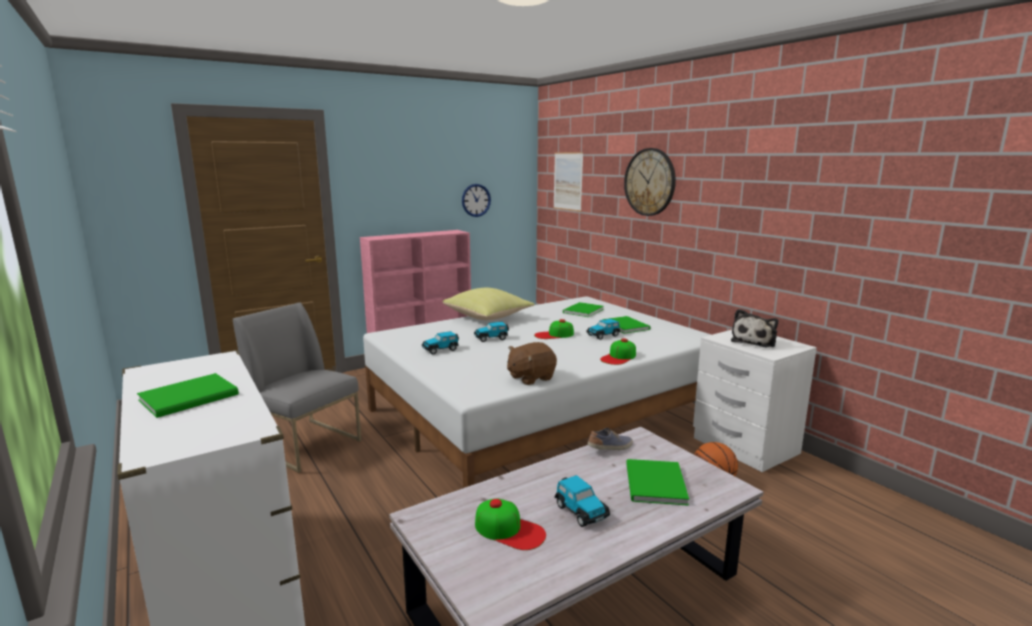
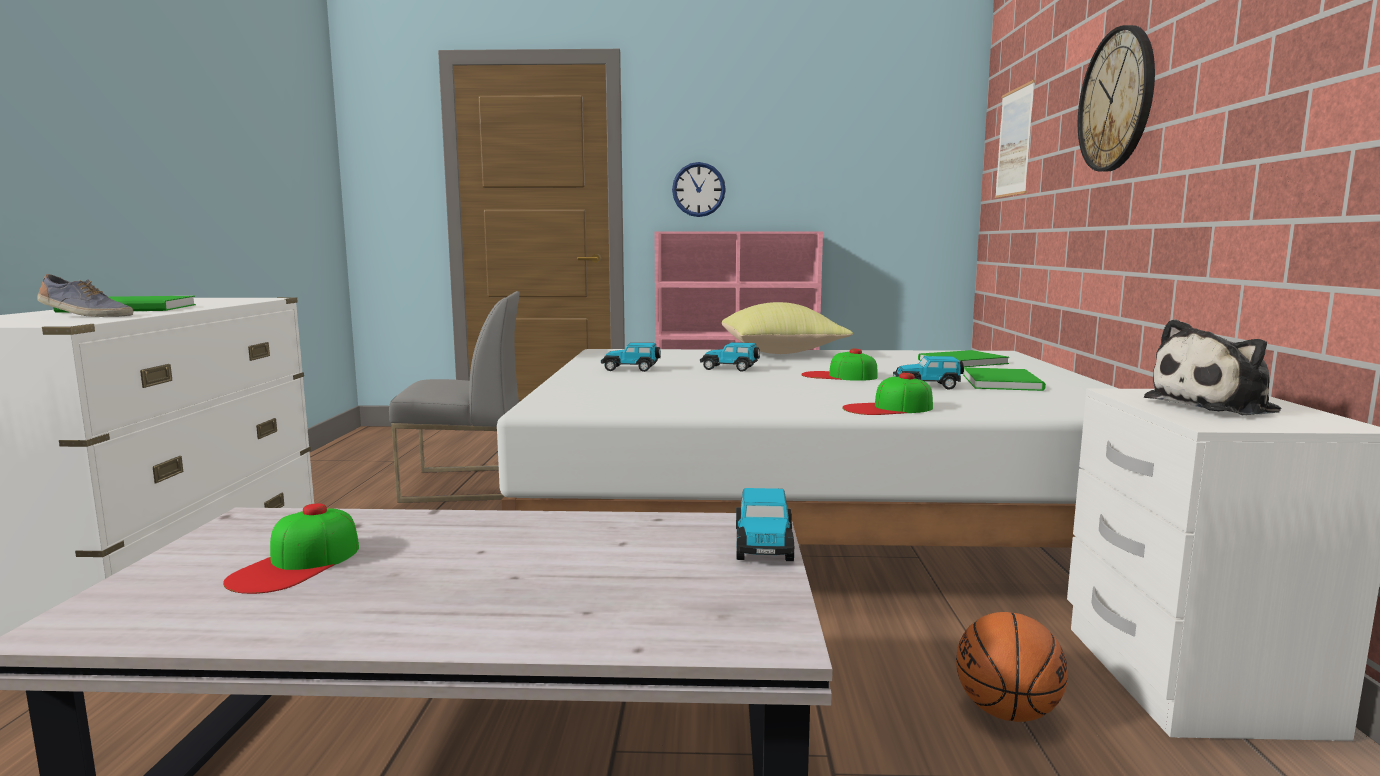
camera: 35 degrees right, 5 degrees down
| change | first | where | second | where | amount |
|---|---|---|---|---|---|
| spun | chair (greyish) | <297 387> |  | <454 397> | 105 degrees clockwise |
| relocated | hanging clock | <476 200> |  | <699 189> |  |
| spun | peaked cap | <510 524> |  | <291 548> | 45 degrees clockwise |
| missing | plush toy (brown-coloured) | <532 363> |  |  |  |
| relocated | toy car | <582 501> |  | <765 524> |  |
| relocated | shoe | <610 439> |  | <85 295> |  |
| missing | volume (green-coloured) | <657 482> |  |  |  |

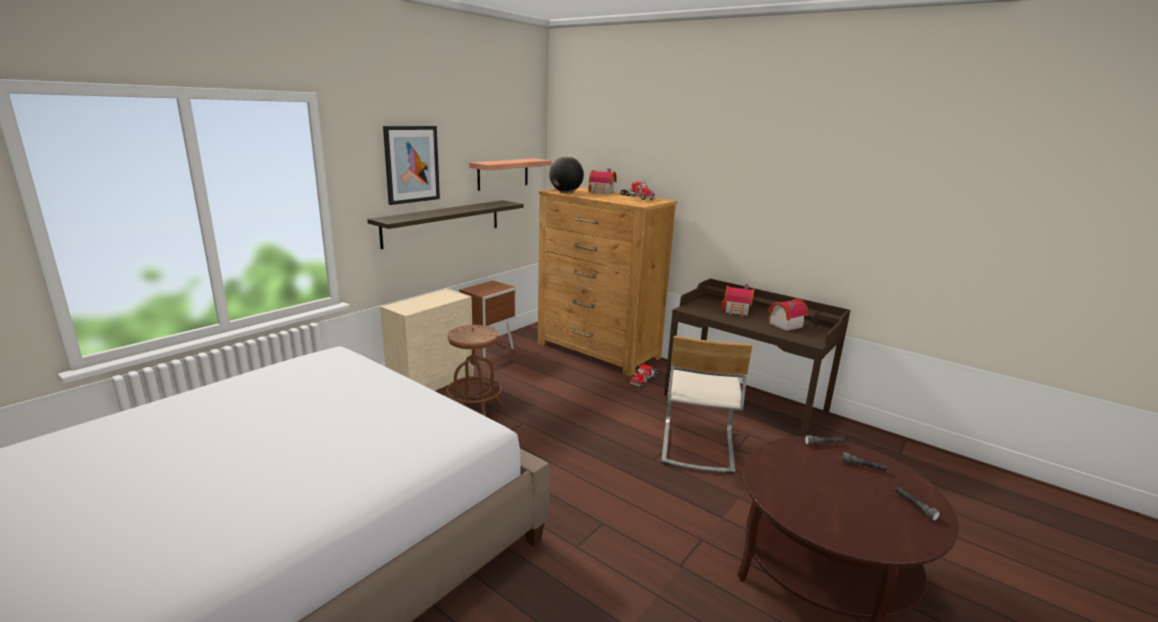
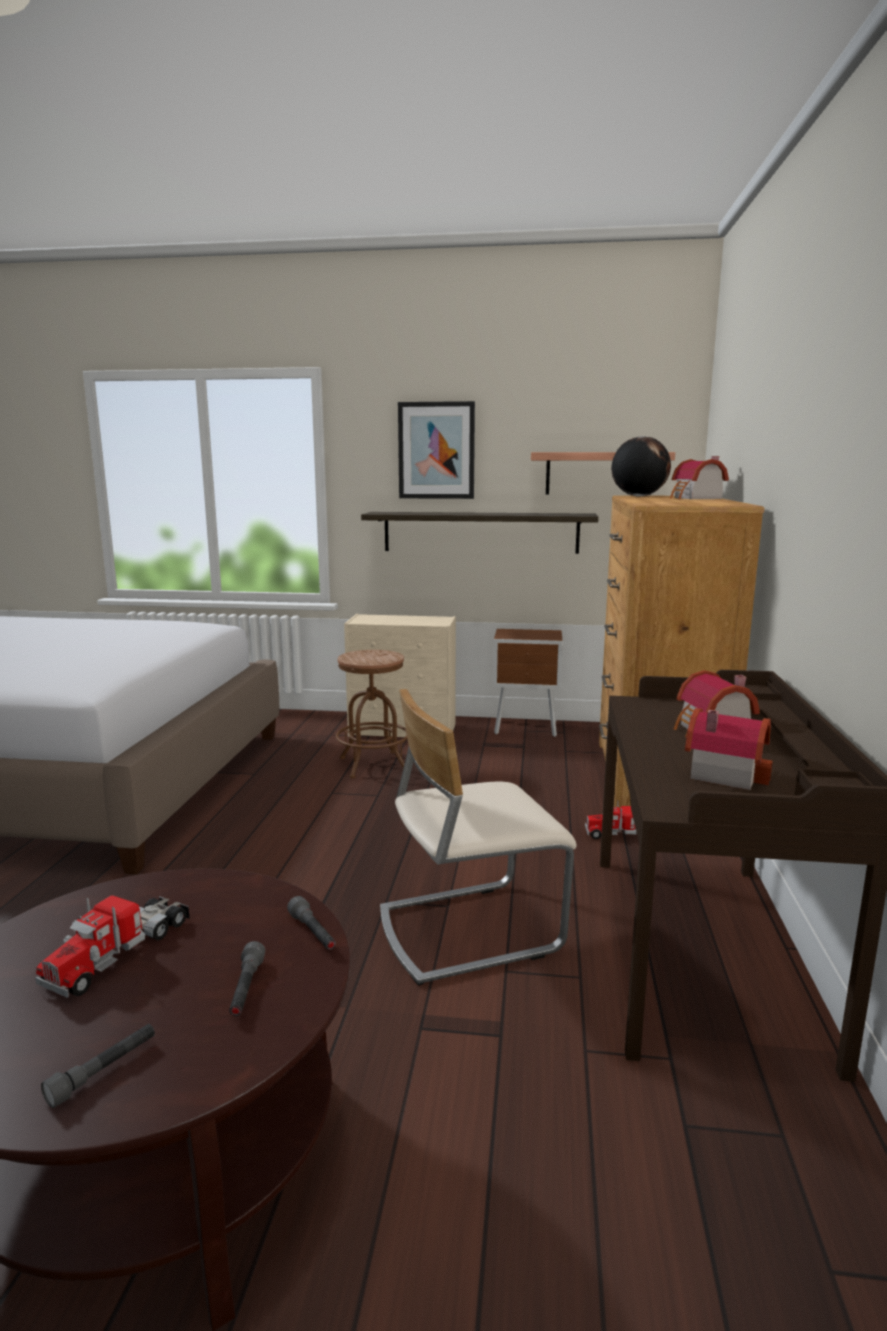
camera: 60 degrees right, 5 degrees down
| change | first | where | second | where | amount |
|---|---|---|---|---|---|
| relocated | toy truck | <638 190> |  | <112 947> |  |

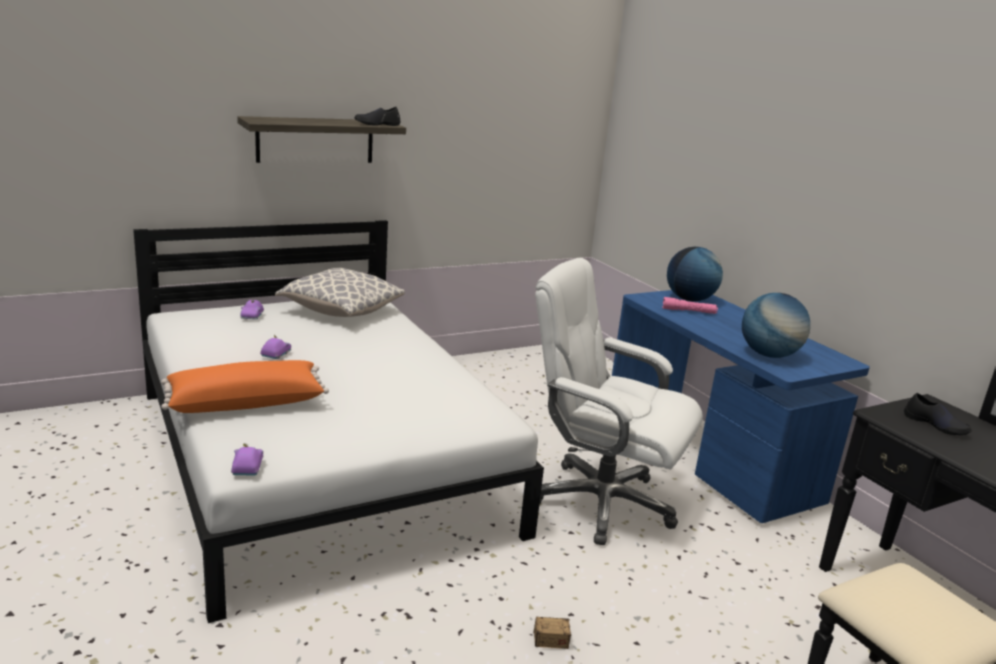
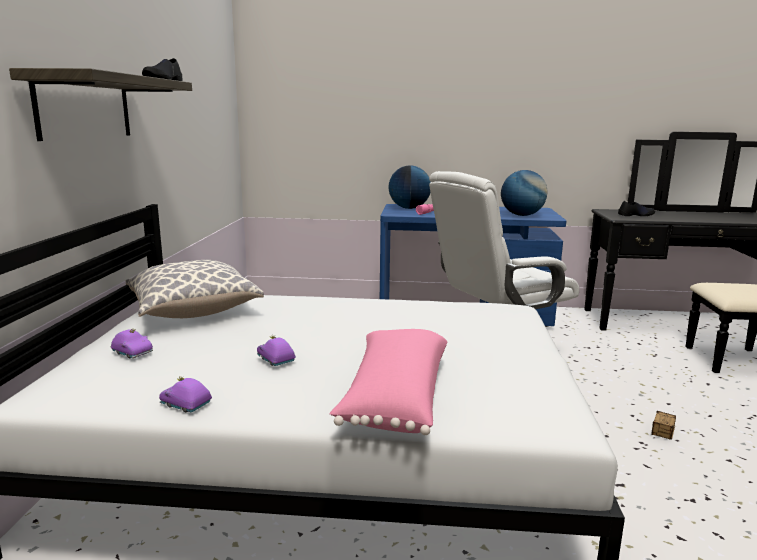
camera: 55 degrees left, 5 degrees down
| change | first | where | second | where | amount |
|---|---|---|---|---|---|
| colour | cushion (orange) | <245 386> | cushion (pink) | <388 382> |  |
| relocated | toy car (purplish) | <247 459> |  | <185 394> |  |

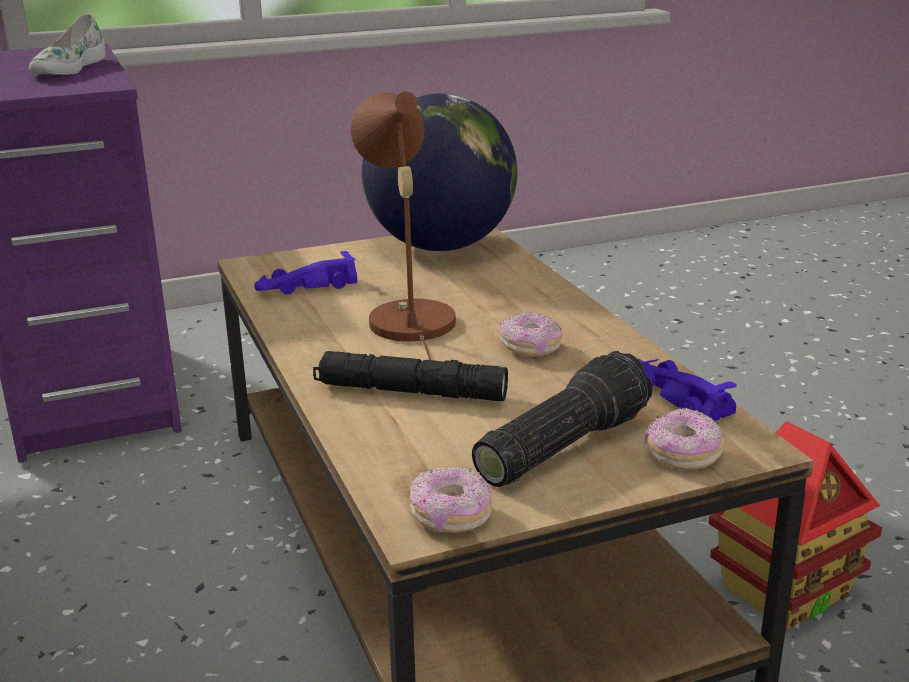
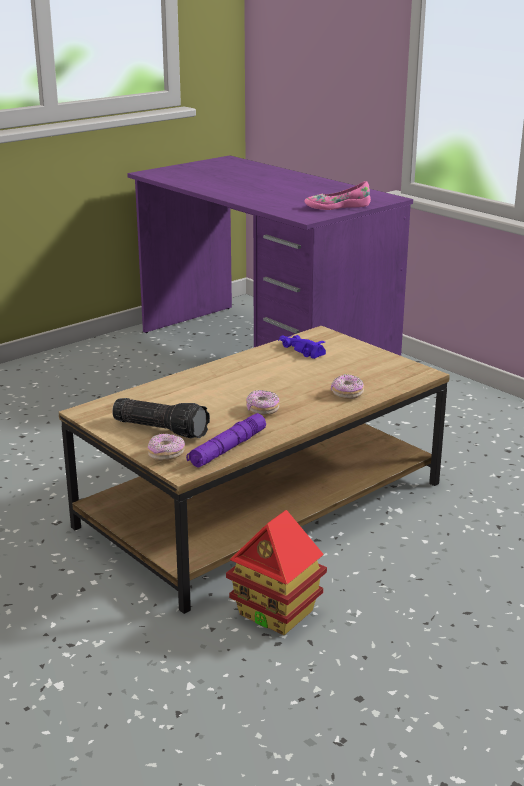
camera: 70 degrees right, 0 degrees up
| change | first | where | second | where | amount |
|---|---|---|---|---|---|
| colour | shoe (white) | <67 44> | shoe (pink) | <337 195> |  |
| missing | hand torch (black) | <410 376> |  |  |  |
| missing | table lamp (brown-coloured) | <403 225> |  |  |  |
| missing | world globe | <439 172> |  |  |  |
| relocated | ring doughnut | <451 500> |  | <347 386> |  |
| exchanged | toy car (purplish) | <687 389> | hand torch (purplish) | <226 440> |  |

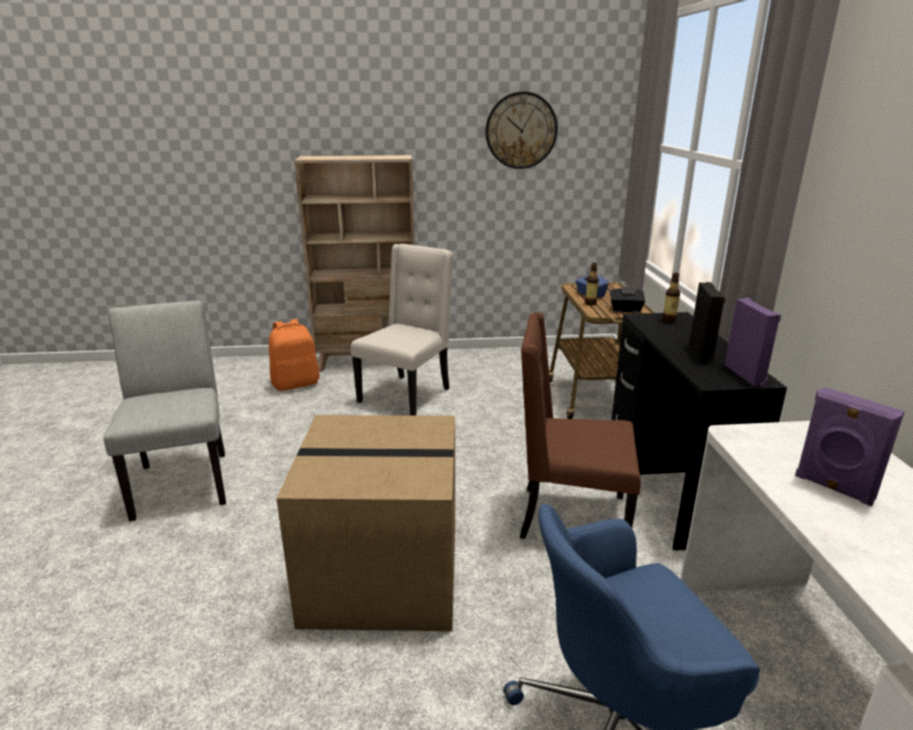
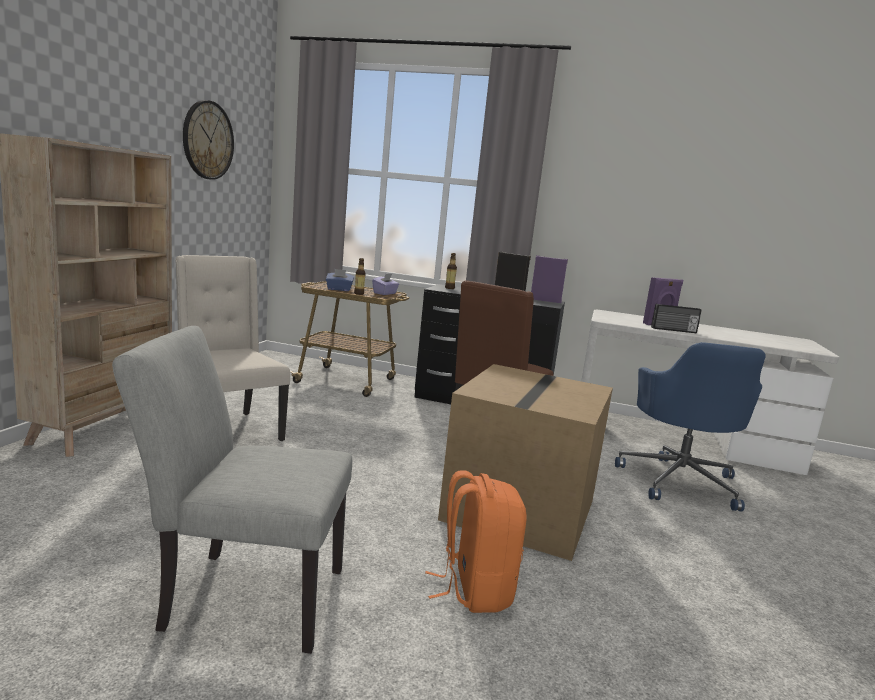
camera: 70 degrees left, 10 degrees down
| change | first | where | second | where | amount |
|---|---|---|---|---|---|
| relocated | rucksack (orange) | <294 355> |  | <476 541> |  |
| colour | box of tissues (black) | <627 299> | box of tissues (purplish) | <385 284> |  |
| appeared |  |  | radio | <676 318> |  |

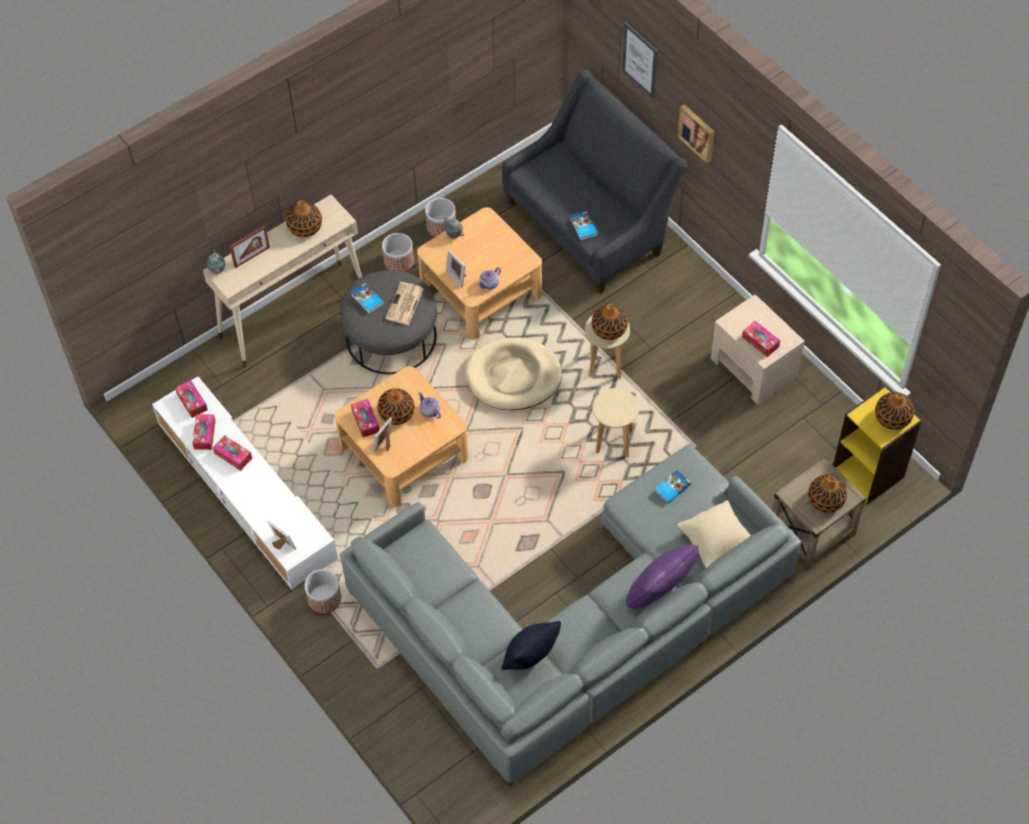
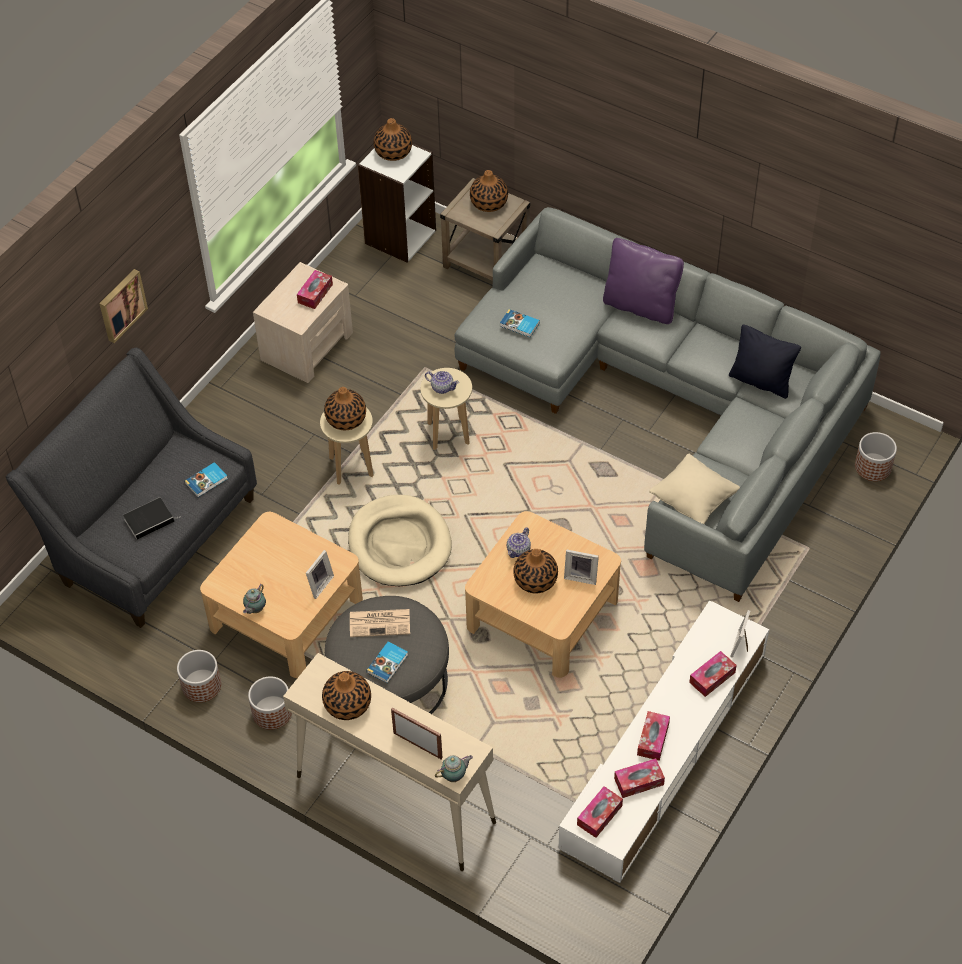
camera: 110 degrees left, 5 degrees down
| change | first | where | second | where | amount |
|---|---|---|---|---|---|
| relocated | flower pot | <323 591> |  | <876 456> |  |
| relocated | box of tissues | <365 418> |  | <713 674> |  |
| relocated | pot for tea | <489 278> |  | <442 382> |  |
| missing | wall art | <639 60> |  |  |  |
| relocated | cushion (beige-coloured) | <714 534> |  | <694 489> |  |
| colour | shelving unit (yellowish) | <877 445> | shelving unit (white) | <397 203> |  |
| appeared |  |  | volume | <151 519> |  |

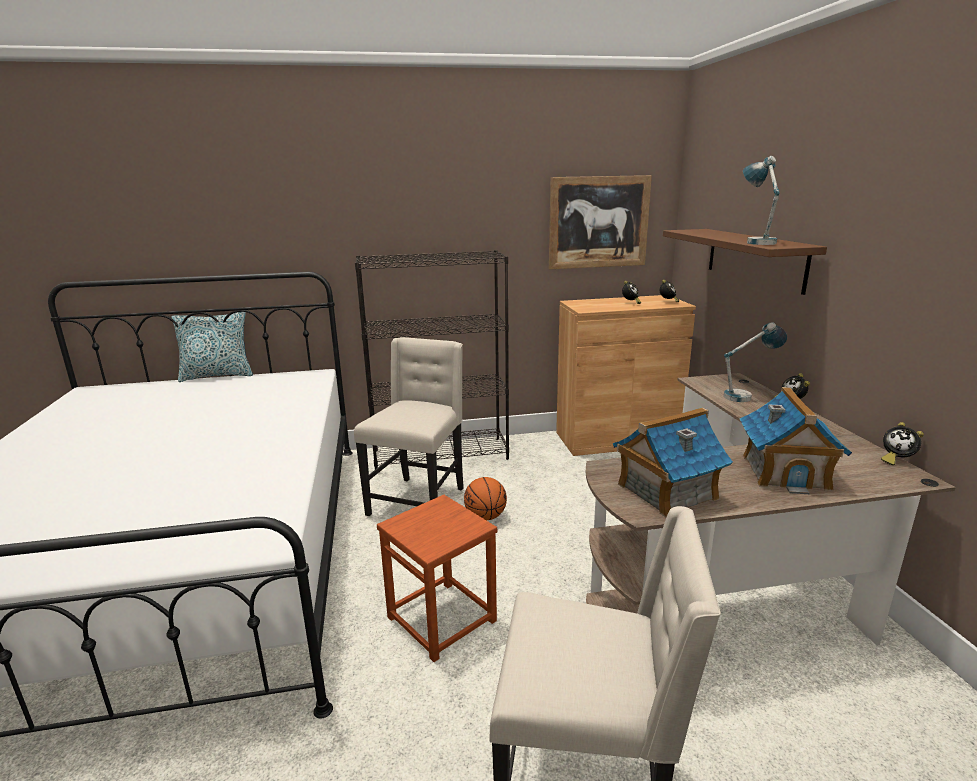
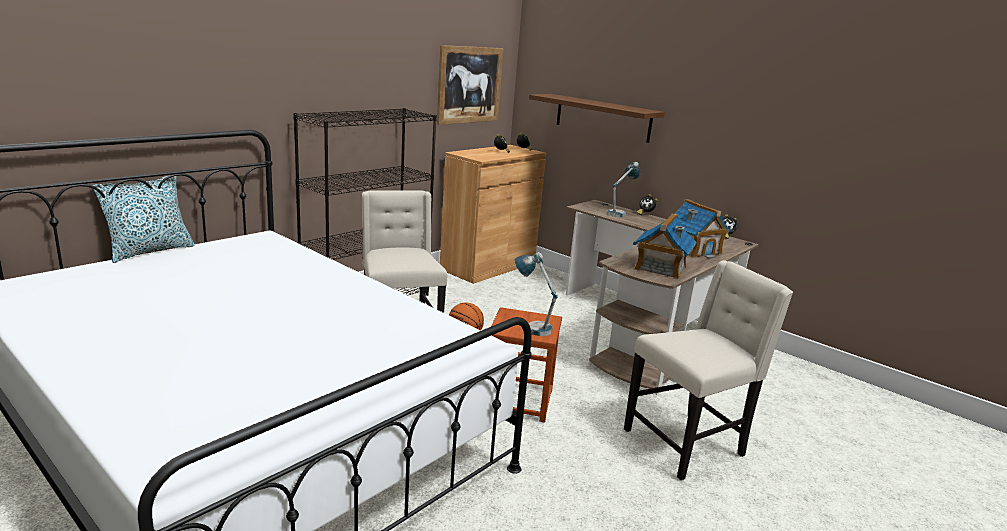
camera: 40 degrees left, 0 degrees up
| change | first | where | second | where | amount |
|---|---|---|---|---|---|
| relocated | table lamp | <761 200> |  | <536 294> |  |

